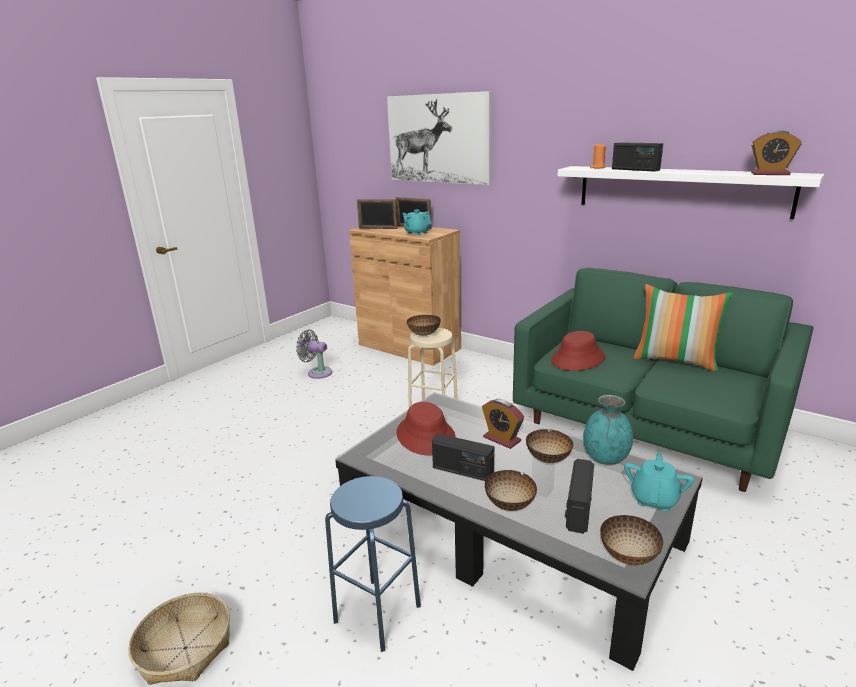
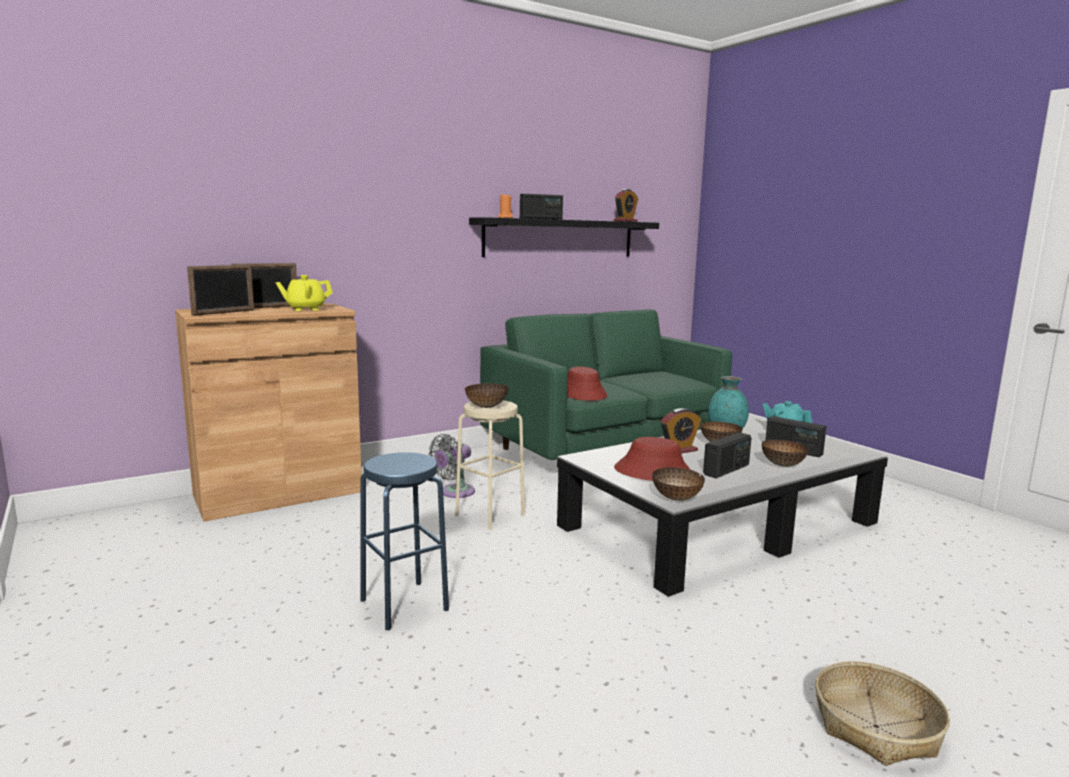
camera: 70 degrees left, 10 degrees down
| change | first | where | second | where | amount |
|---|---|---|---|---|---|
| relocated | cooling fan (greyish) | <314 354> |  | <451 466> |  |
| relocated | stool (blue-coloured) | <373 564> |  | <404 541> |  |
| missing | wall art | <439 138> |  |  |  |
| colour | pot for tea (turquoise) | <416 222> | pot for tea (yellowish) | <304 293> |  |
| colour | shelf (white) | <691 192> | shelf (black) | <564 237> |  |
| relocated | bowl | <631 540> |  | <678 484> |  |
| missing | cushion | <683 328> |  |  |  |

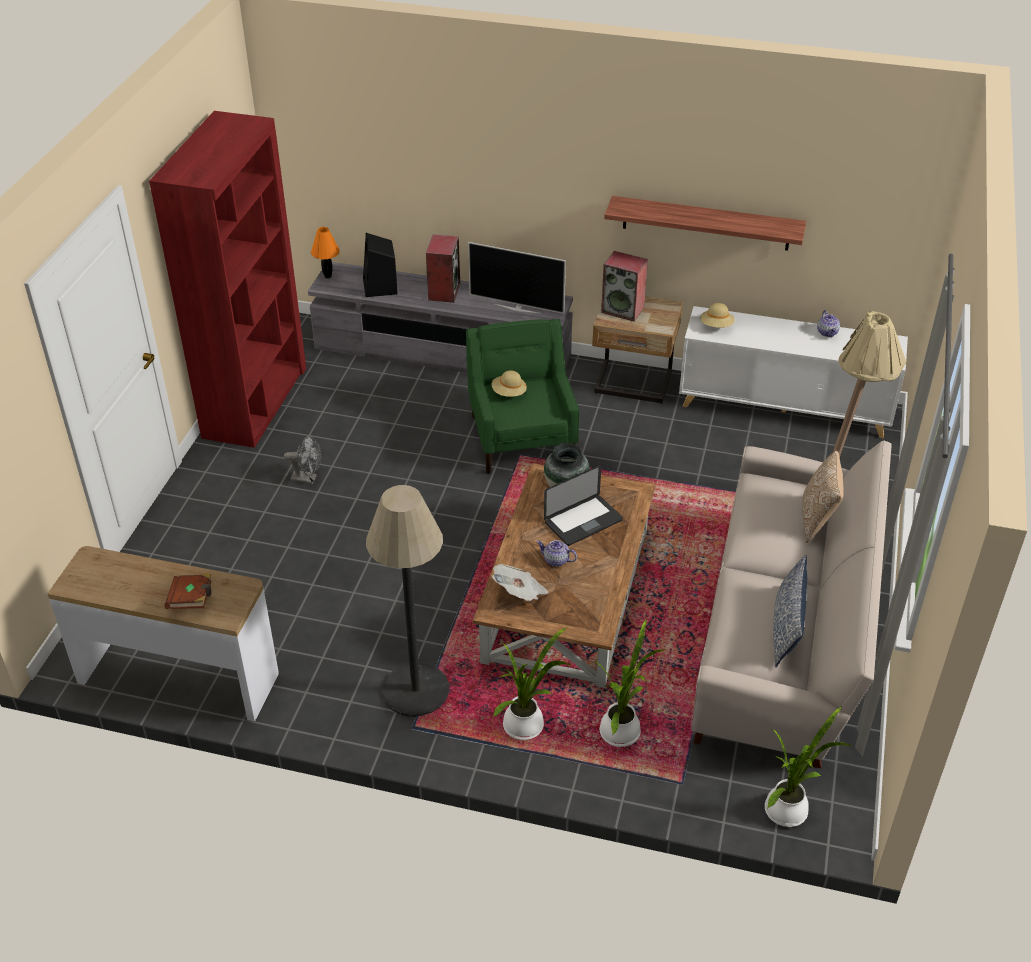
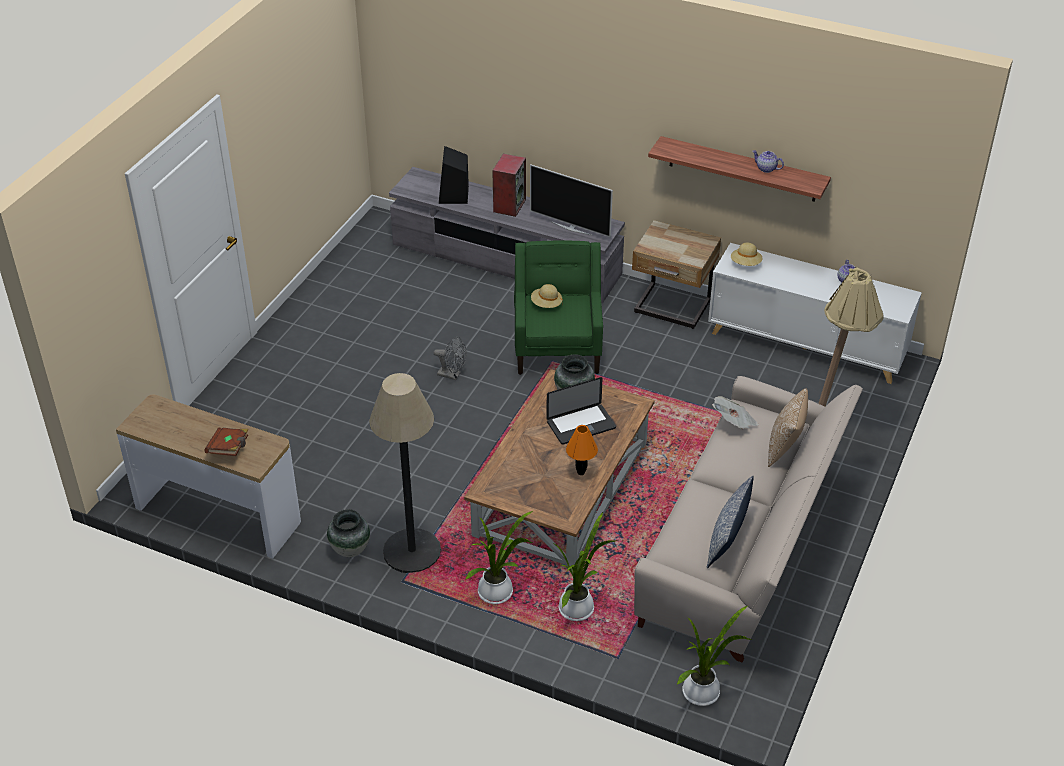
camera: 10 degrees right, 0 degrees up
| change | first | where | second | where | amount |
|---|---|---|---|---|---|
| missing | shelving unit (reddish) | <227 279> |  |  |  |
| relocated | cooling fan (greyish) | <302 460> |  | <450 358> |  |
| relocated | table lamp (orange) | <325 252> |  | <582 450> |  |
| relocated | printed paper | <520 582> |  | <735 412> |  |
| relocated | pot for tea | <557 553> |  | <768 161> |  |
| missing | speaker | <624 286> |  |  |  |
| appeared |  |  | vase | <348 533> |  |

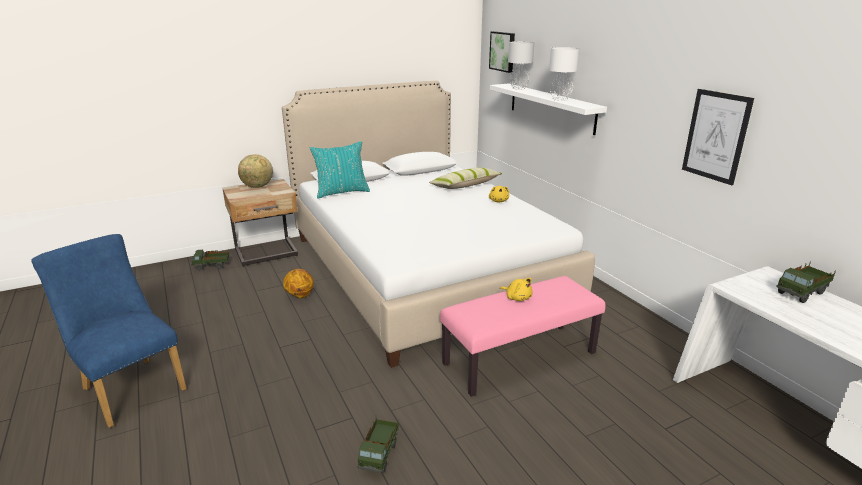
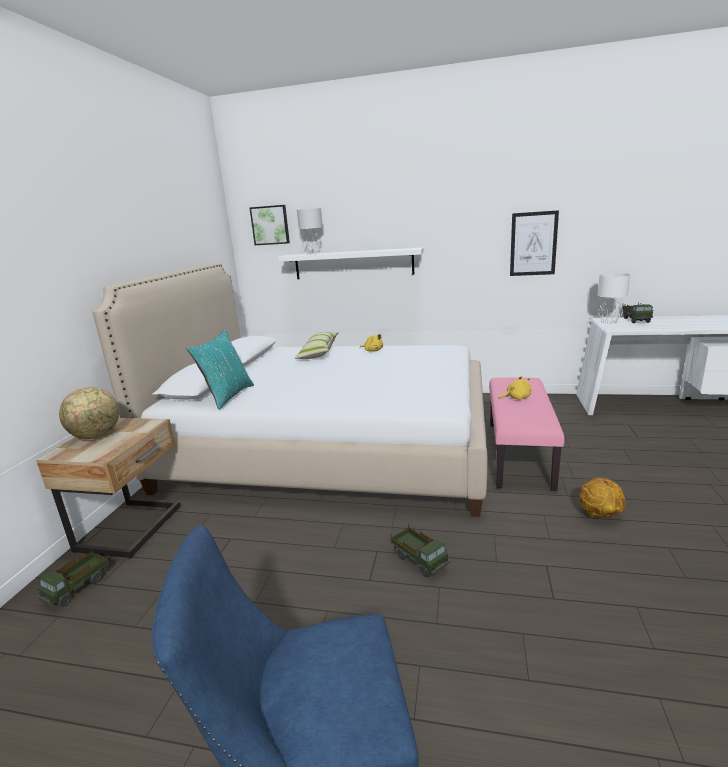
camera: 50 degrees left, 5 degrees down
| change | first | where | second | where | amount |
|---|---|---|---|---|---|
| relocated | basketball ball | <298 284> |  | <602 497> |  |
| relocated | toy truck | <378 446> |  | <420 550> |  |
| relocated | table lamp (white) | <564 74> |  | <614 298> |  |

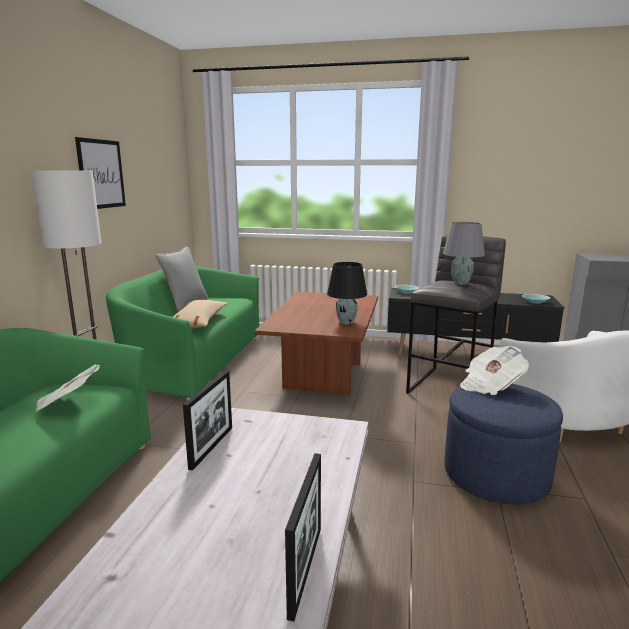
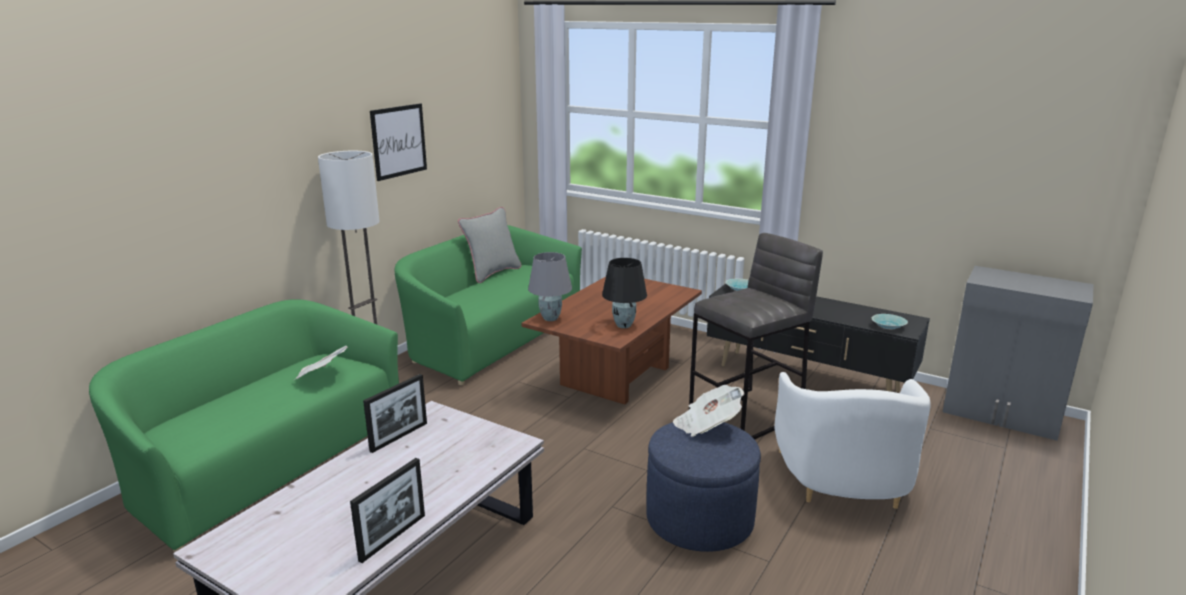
camera: 20 degrees right, 5 degrees up
| change | first | where | second | where | amount |
|---|---|---|---|---|---|
| missing | cushion (beige-coloured) | <200 314> |  |  |  |
| relocated | table lamp (greyish) | <464 253> |  | <550 286> |  |

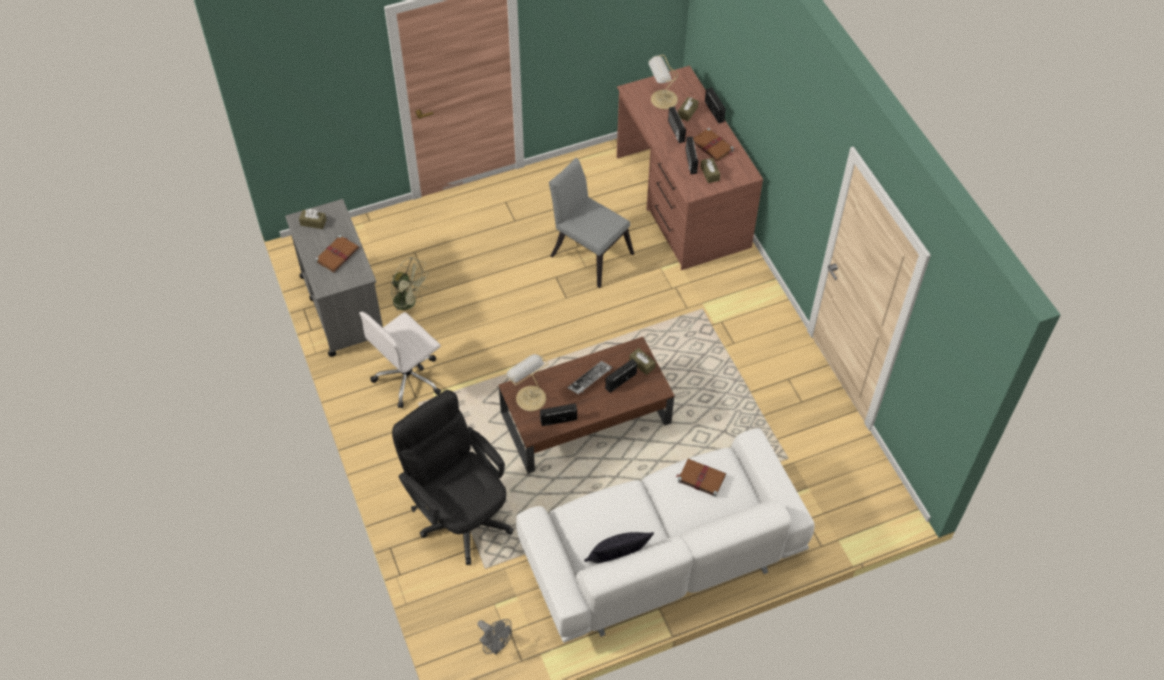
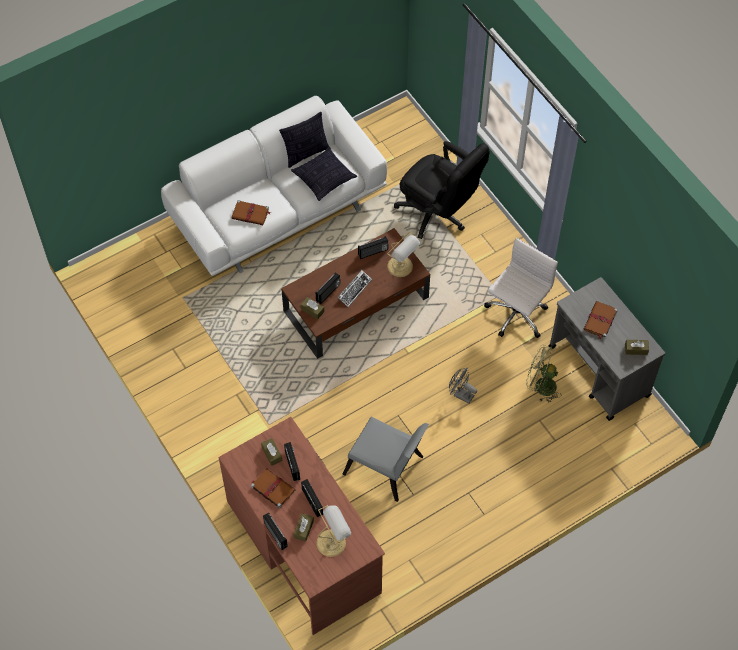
camera: 170 degrees right, 5 degrees up
| change | first | where | second | where | amount |
|---|---|---|---|---|---|
| relocated | cooling fan (greyish) | <494 637> |  | <463 386> |  |
| appeared |  |  | cushion | <324 174> |  |

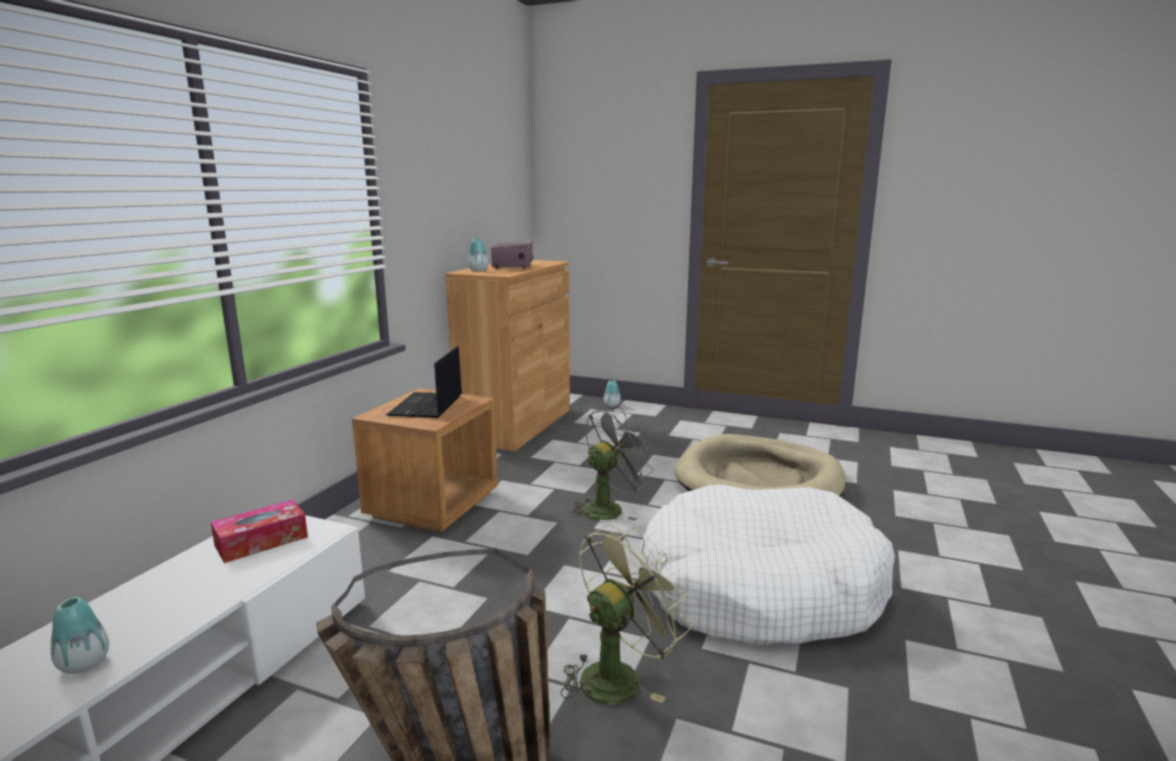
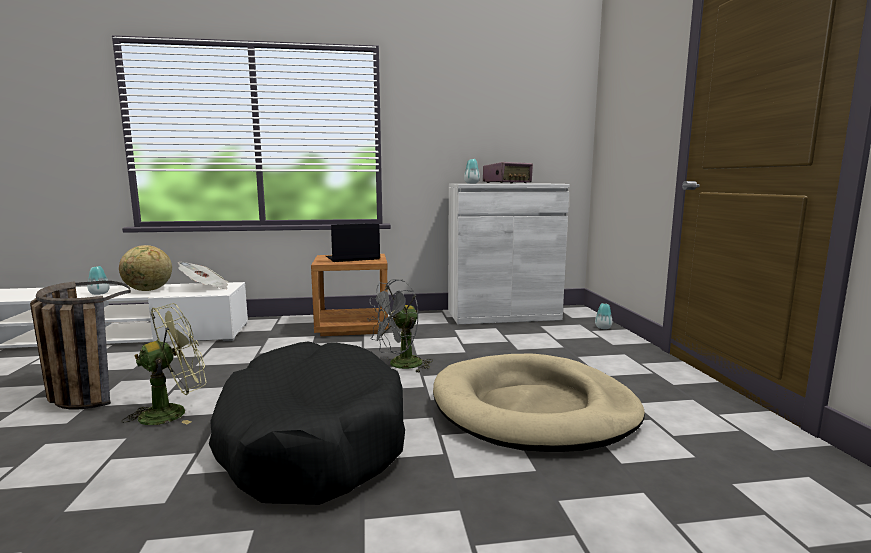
camera: 60 degrees right, 5 degrees down
| change | first | where | second | where | amount |
|---|---|---|---|---|---|
| exchanged | box of tissues | <259 531> | printed paper | <203 275> |  |
| colour | cabinet (brown-coloured) | <507 355> | cabinet (white) | <509 254> |  |
| spun | cooling fan (green-coloured) | <626 614> |  | <164 364> | 60 degrees counterclockwise |
| spun | cooling fan (greyish) | <612 464> |  | <400 326> | 120 degrees clockwise |
| colour | dog cushion (white) | <767 565> | dog cushion (black) | <307 423> |  |
| appeared |  |  | world globe | <145 268> |  |

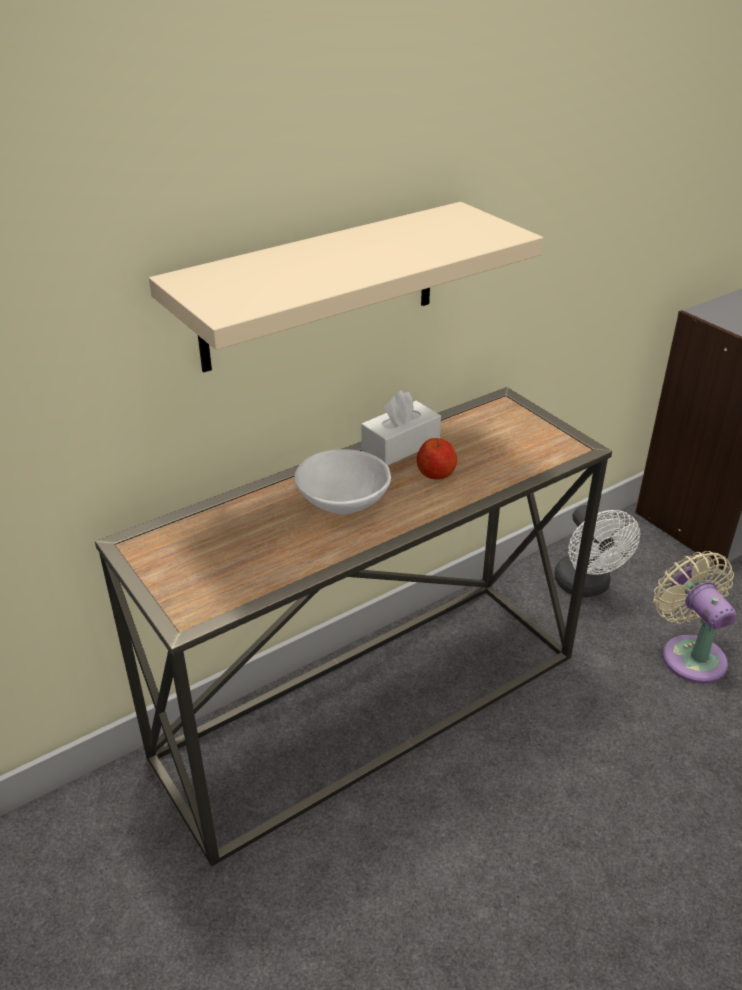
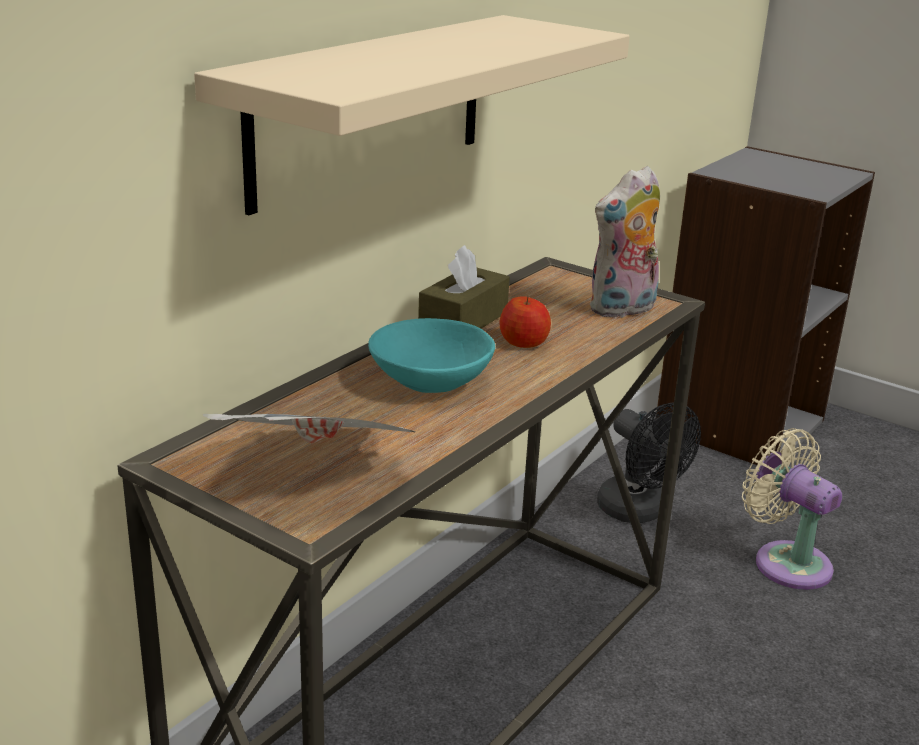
camera: 20 degrees left, 10 degrees down
| change | first | where | second | where | amount |
|---|---|---|---|---|---|
| colour | bowl (white) | <342 481> | bowl (turquoise) | <431 355> |  |
| colour | box of tissues (white) | <401 428> | box of tissues (brown-coloured) | <464 287> |  |
| colour | cooling fan (white) | <597 551> | cooling fan (black) | <649 463> |  |
| appeared |  |  | printed paper | <309 428> |  |
| appeared |  |  | plush toy | <625 242> |  |

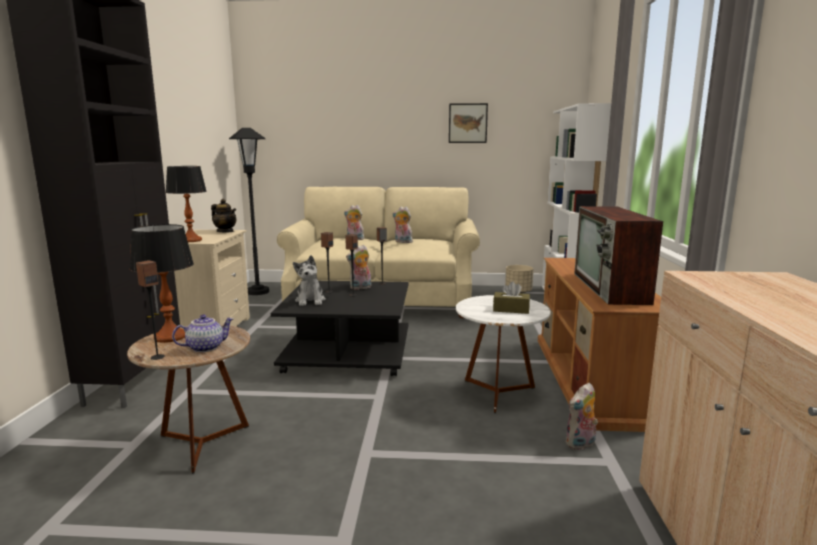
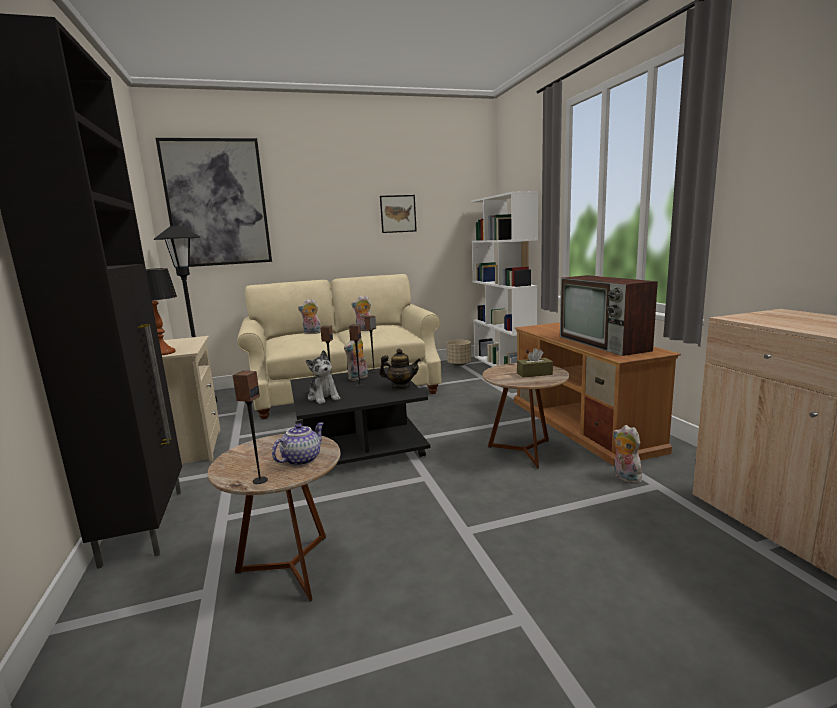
camera: 20 degrees left, 0 degrees up
| change | first | where | second | where | amount |
|---|---|---|---|---|---|
| missing | table lamp | <162 283> |  |  |  |
| relocated | pot for tea | <223 215> |  | <400 369> |  |
| colour | end table (white) | <503 354> | end table (brown-coloured) | <526 416> |  |
| spun | plush toy | <581 416> |  | <628 454> | 120 degrees clockwise |
| appeared |  |  | wall art | <214 202> |  |

